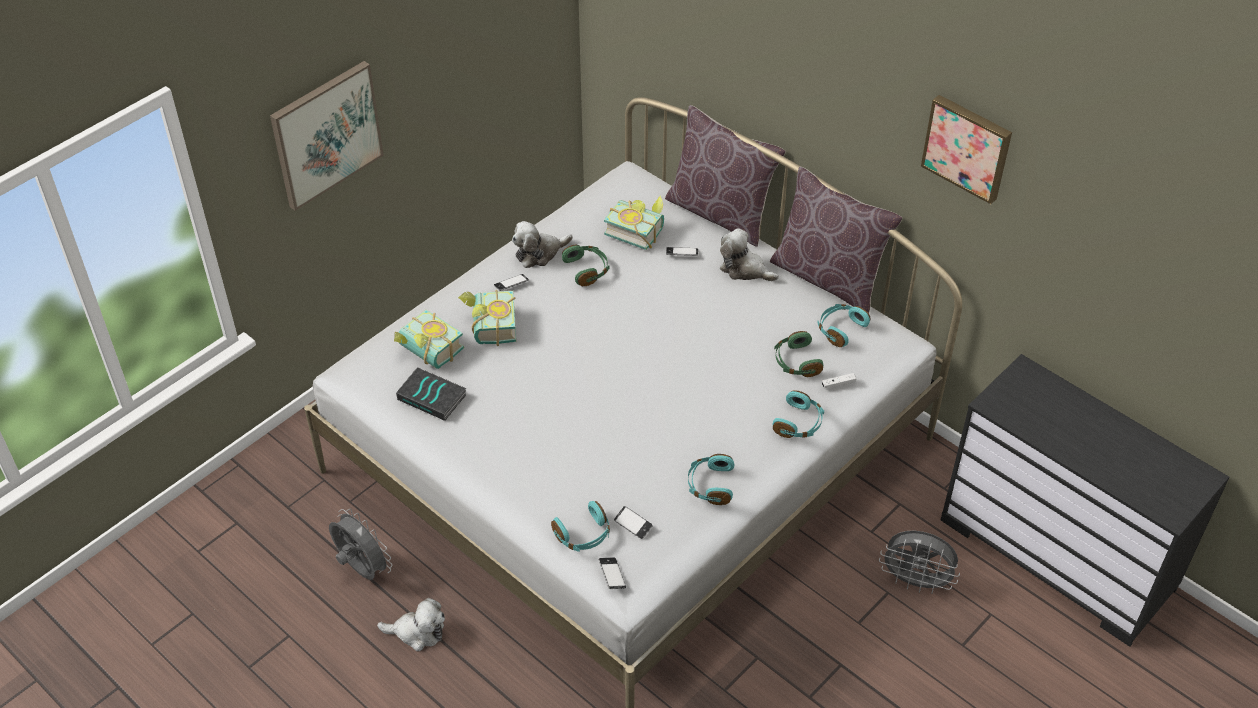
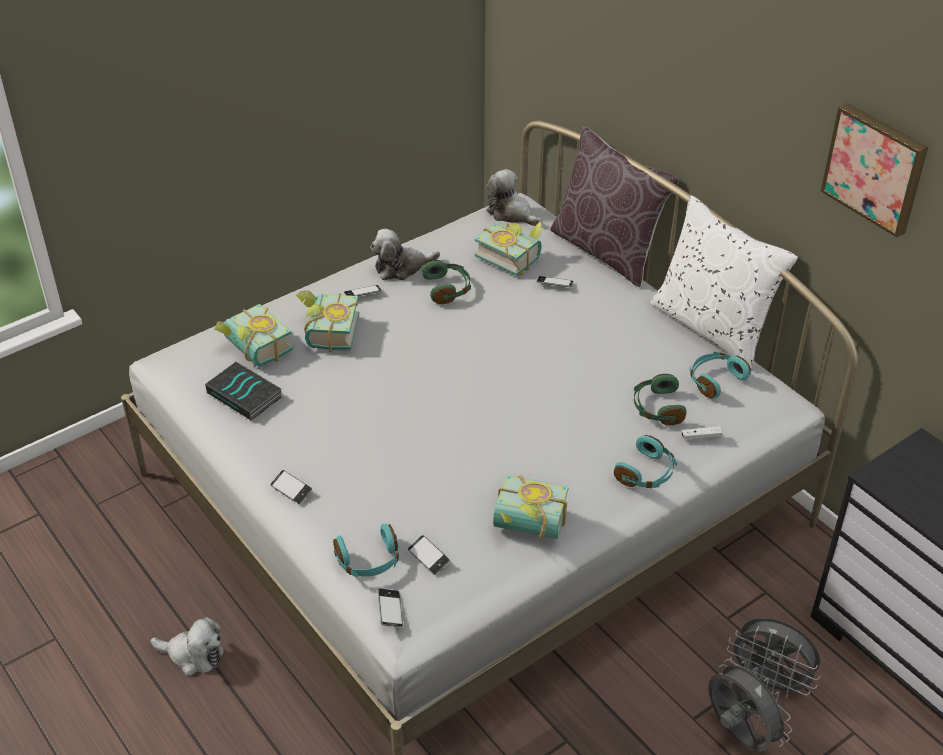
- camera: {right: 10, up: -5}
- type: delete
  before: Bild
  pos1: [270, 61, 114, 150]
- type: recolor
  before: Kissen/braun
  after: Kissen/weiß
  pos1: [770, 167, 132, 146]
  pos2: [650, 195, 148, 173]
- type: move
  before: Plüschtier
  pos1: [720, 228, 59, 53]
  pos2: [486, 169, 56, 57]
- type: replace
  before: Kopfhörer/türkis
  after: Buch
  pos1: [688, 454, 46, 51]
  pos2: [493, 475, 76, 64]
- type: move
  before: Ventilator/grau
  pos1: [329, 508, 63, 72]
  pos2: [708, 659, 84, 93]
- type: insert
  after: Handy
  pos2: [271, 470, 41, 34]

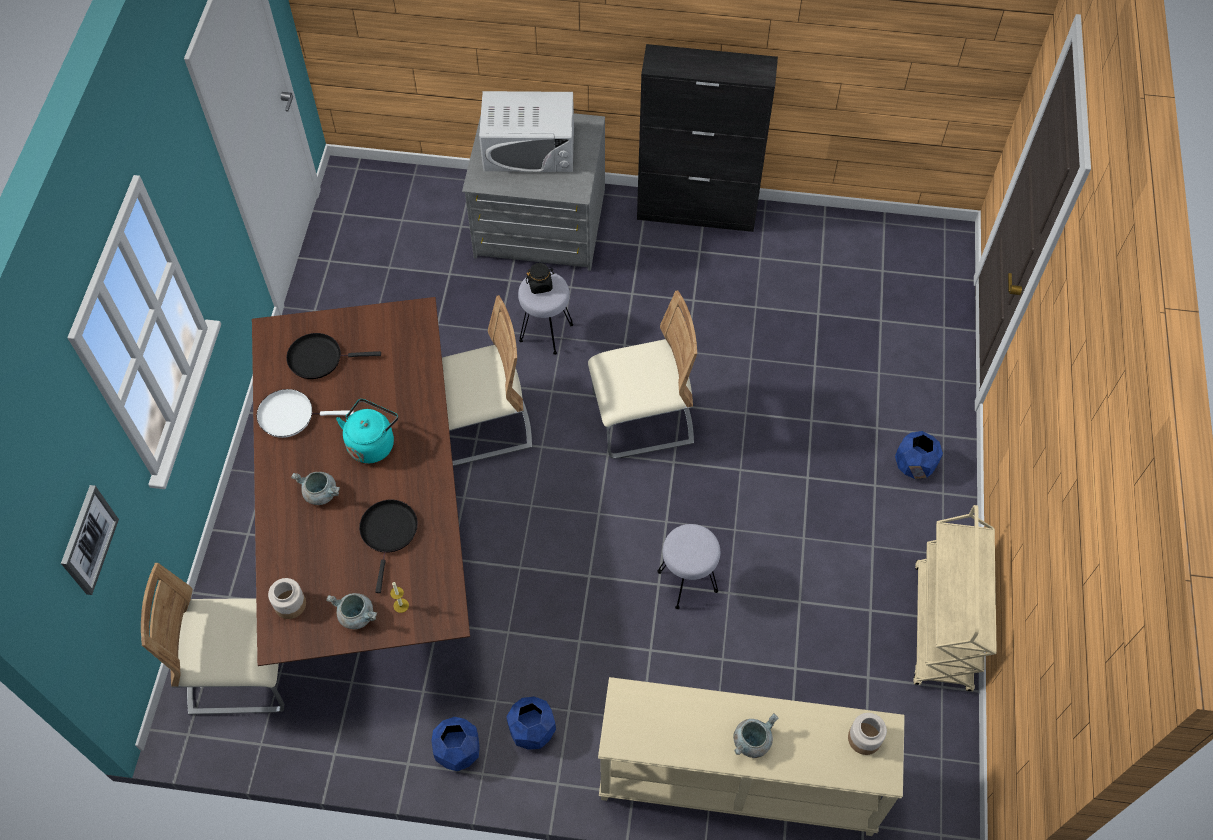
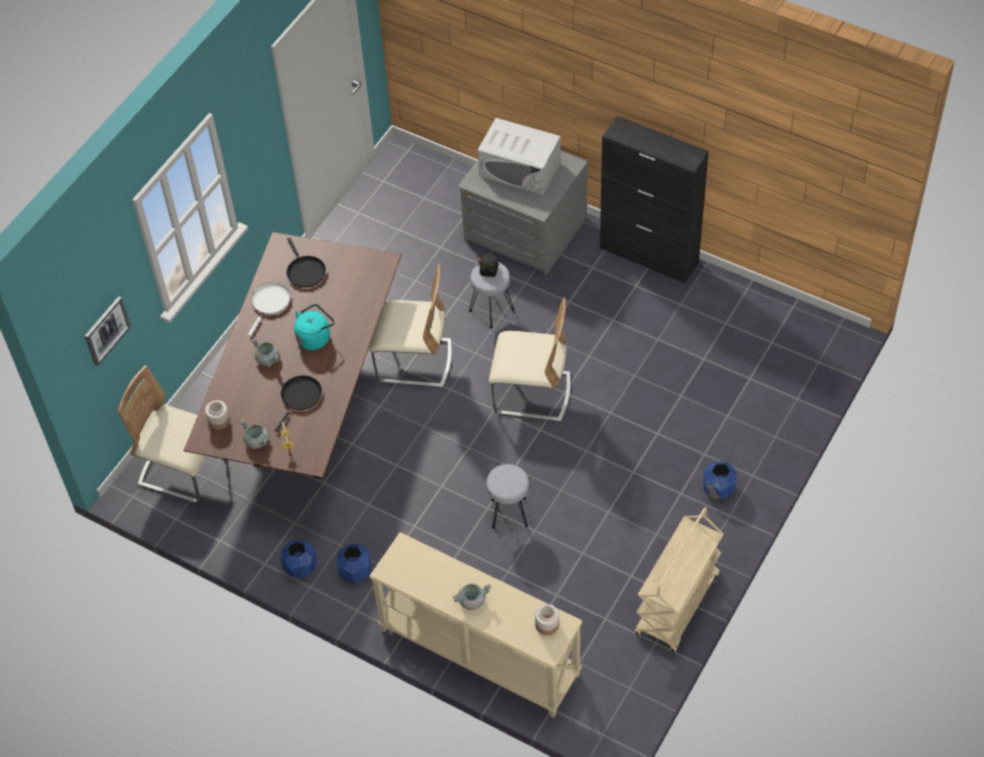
- camera: {right: 25, up: -5}
- type: rotate
  before: Pfanne/schwarz
  pos1: [286, 333, 95, 46]
  pos2: [287, 238, 39, 50]
  turn: -135
- type: rotate
  before: Pfanne/weiß
  pos1: [257, 389, 97, 49]
  pos2: [248, 282, 43, 54]
  turn: 90

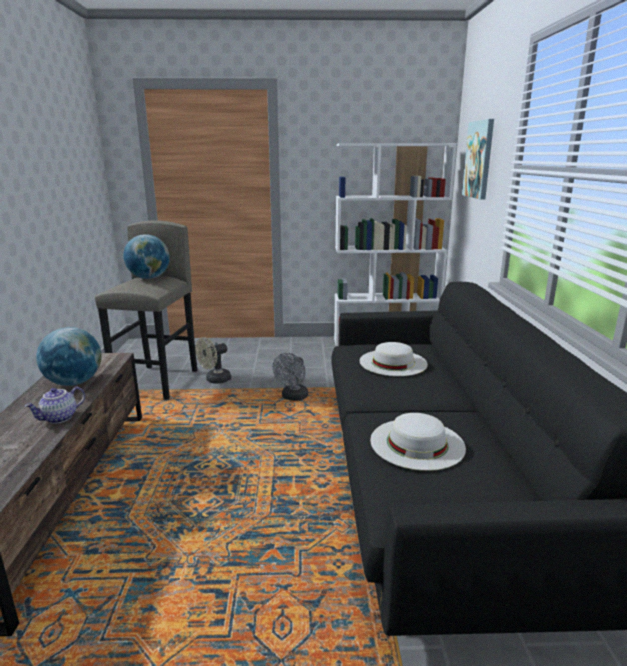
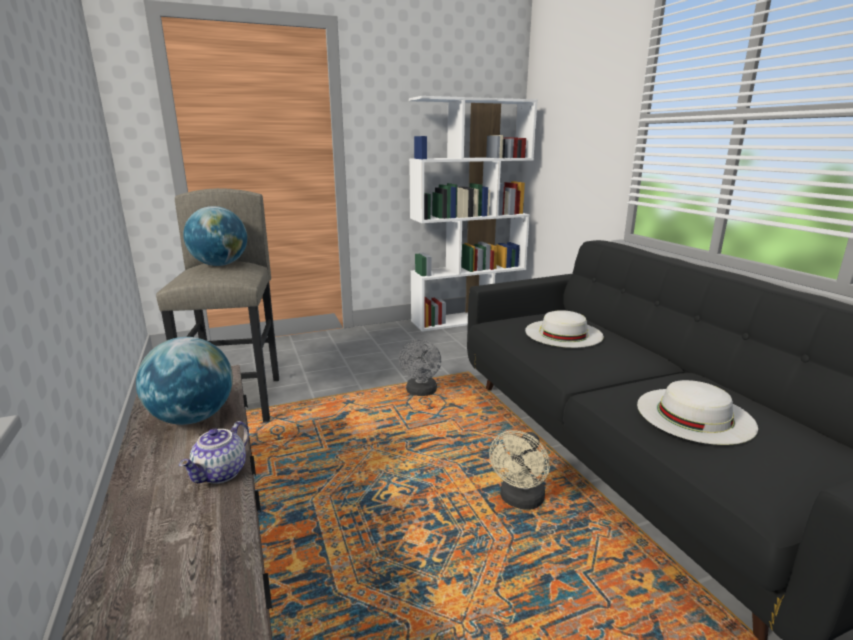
- camera: {right: -20, up: 0}
- type: delete
  before: Bild
  pos1: [462, 119, 32, 81]
- type: move
  before: Ventilator/beige
  pos1: [195, 337, 36, 47]
  pos2: [489, 430, 61, 80]

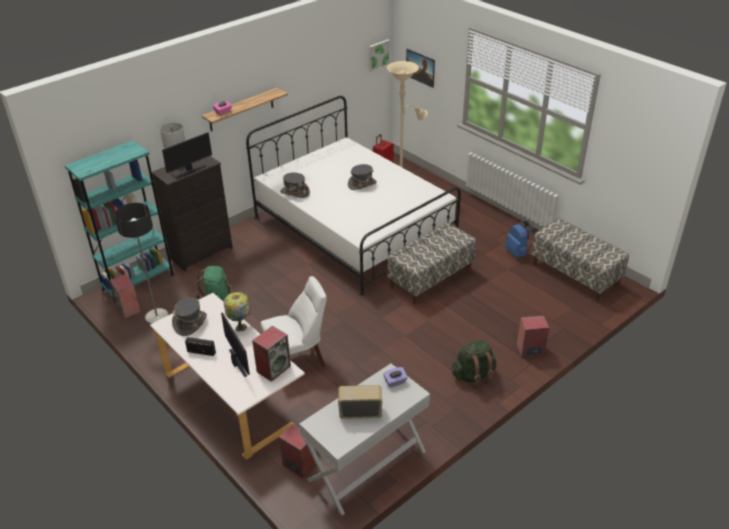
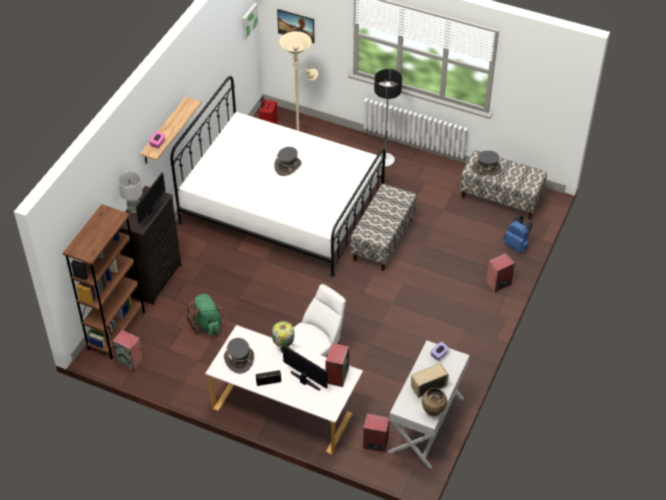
- camera: {right: -25, up: 10}
- type: recolor
  before: Bücherregal/türkis
  after: Bücherregal/braun
  pos1: [64, 140, 110, 163]
  pos2: [63, 204, 83, 155]
- type: move
  before: Hut/grau
  pos1: [280, 172, 30, 26]
  pos2: [472, 150, 30, 25]
- type: move
  before: Stehlampe
  pos1: [114, 203, 55, 122]
  pos2: [374, 69, 28, 99]
- type: move
  before: Rucksack/blau
  pos1: [505, 221, 31, 37]
  pos2: [503, 216, 29, 37]
- type: delete
  before: Rucksack/grün
  pos1: [452, 340, 44, 48]
- type: insert
  after: Vase/braun
  pos2: [422, 388, 25, 28]

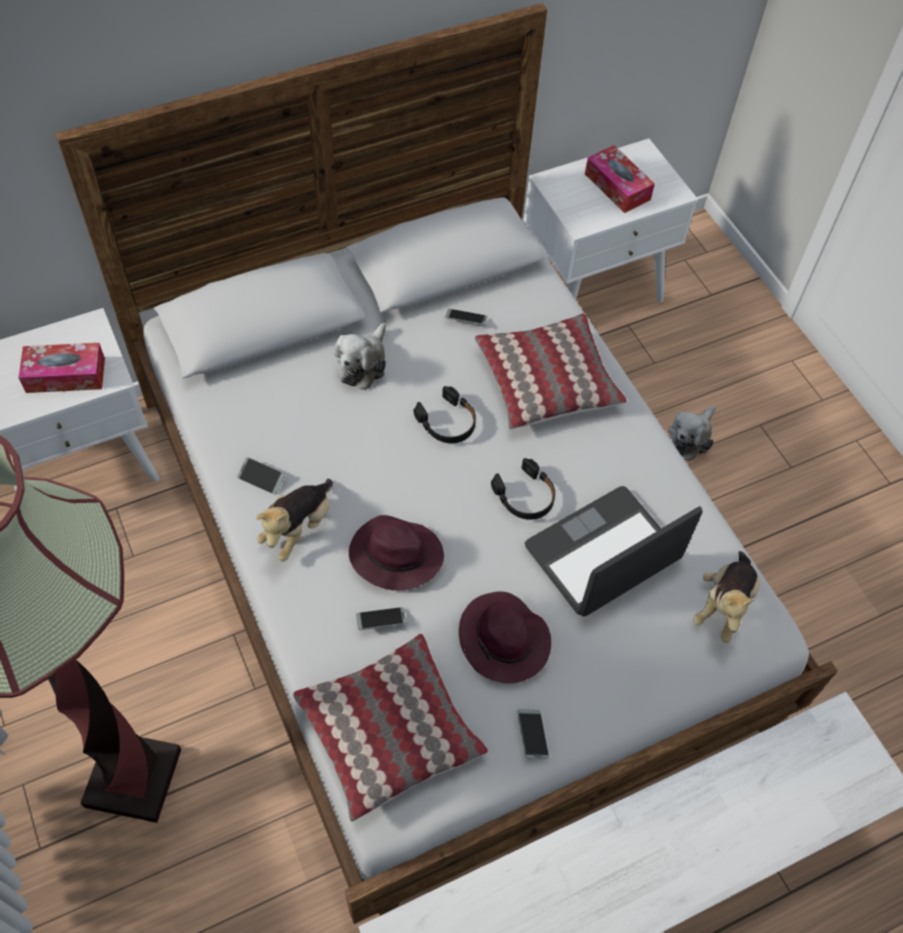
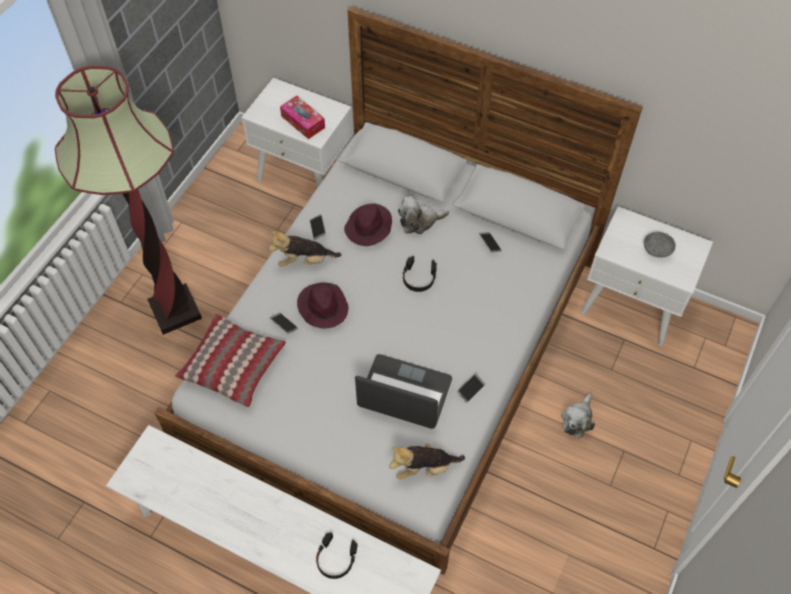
- camera: {right: 55, up: 0}
- type: replace
  before: Taschentuchbox
  after: Schüssel/grau
  pos1: [585, 145, 70, 68]
  pos2: [644, 232, 32, 26]
- type: delete
  before: Kissen
  pos1: [475, 313, 152, 116]
- type: rotate
  before: Plüschtier
  pos1: [668, 406, 48, 55]
  pos2: [561, 393, 34, 45]
  turn: -60
- type: move
  before: Kopfhörer/schwarz
  pos1: [491, 458, 64, 62]
  pos2: [316, 532, 42, 47]
- type: move
  before: Hut/lila
  pos1: [459, 592, 92, 91]
  pos2: [344, 203, 48, 43]
- type: move
  before: Handy
  pos1: [517, 709, 32, 50]
  pos2: [457, 373, 28, 30]

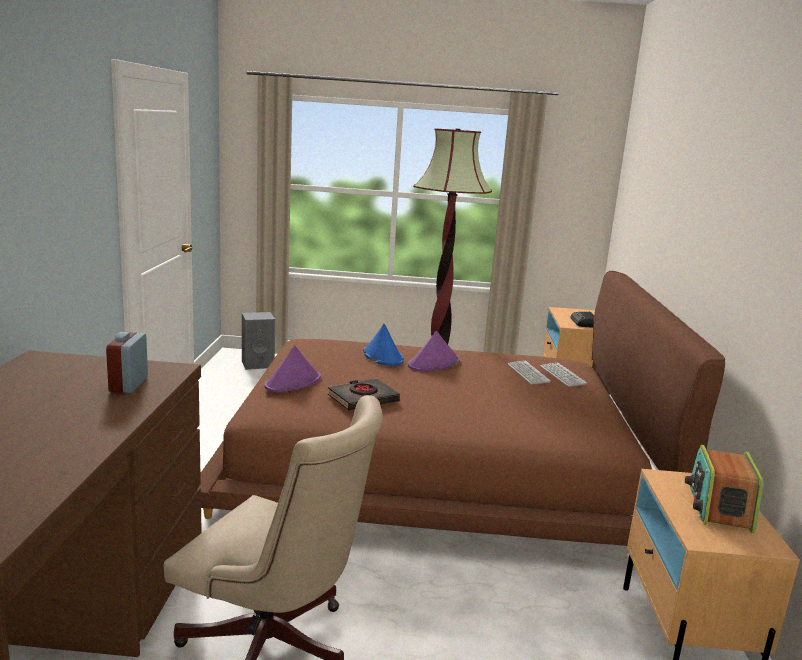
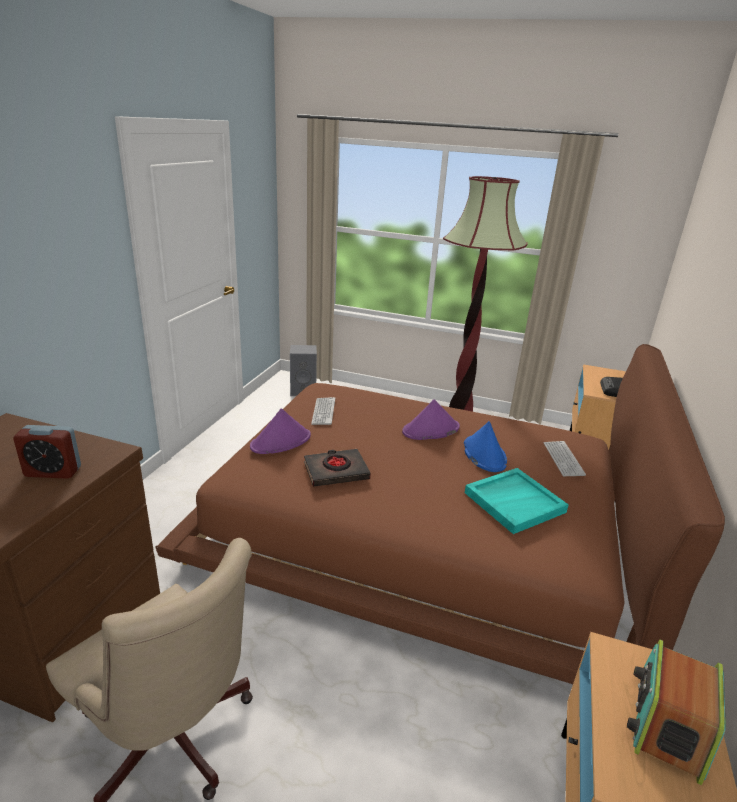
- camera: {right: 15, up: 10}
- type: move
  before: Hut/blau
  pos1: [363, 324, 41, 42]
  pos2: [464, 421, 43, 51]
- type: rotate
  before: Wecker
  pos1: [106, 332, 42, 61]
  pos2: [13, 425, 68, 54]
  turn: -105
- type: move
  before: Tastatur
  pos1: [507, 361, 44, 24]
  pos2: [311, 397, 24, 28]
- type: insert
  after: Tablett/türkis
  pos2: [465, 468, 104, 66]

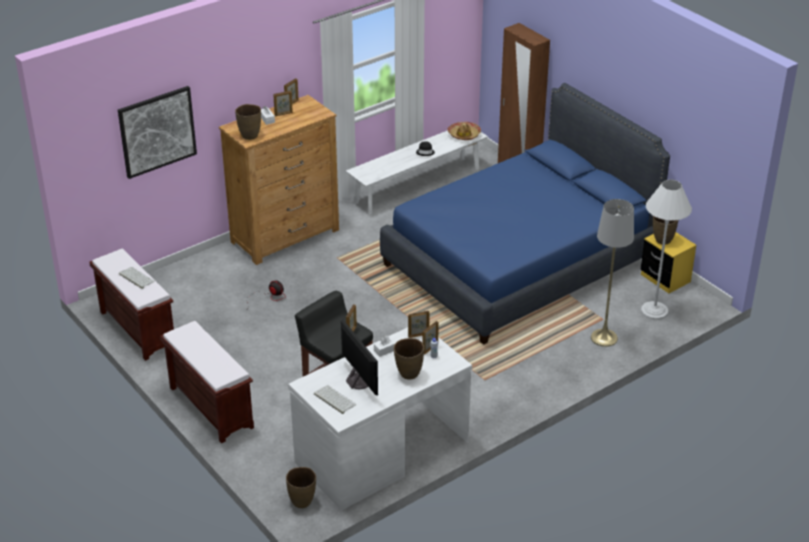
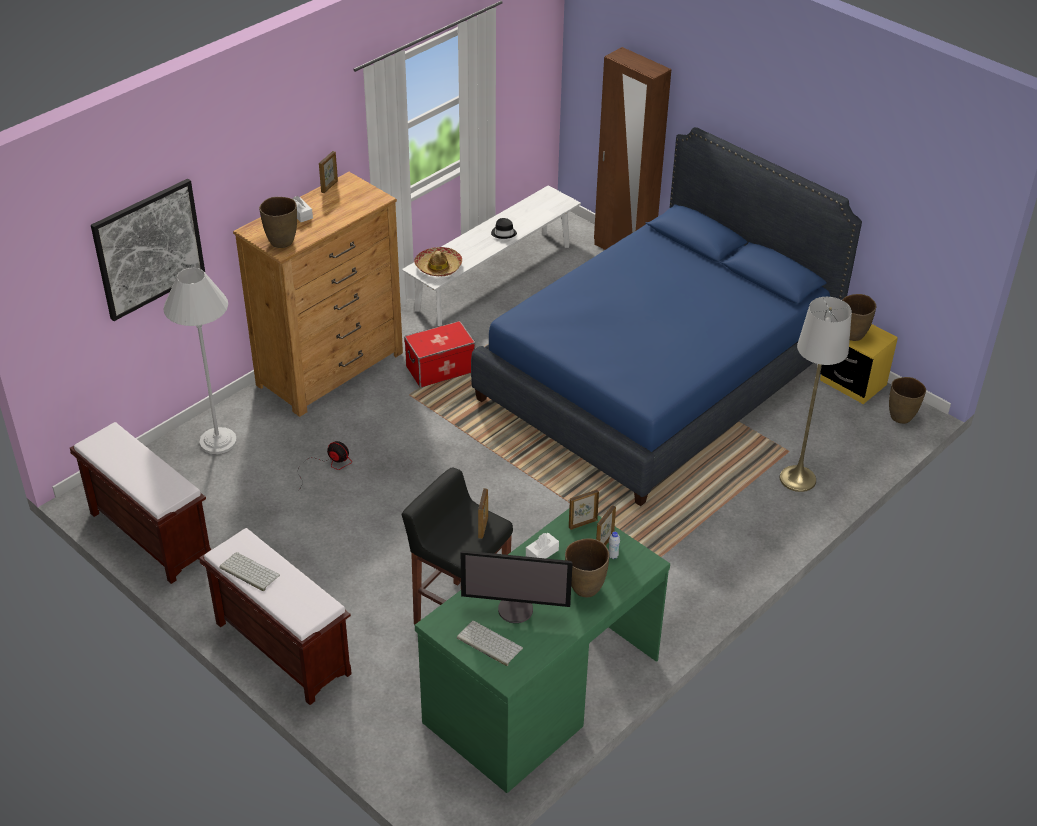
- camera: {right: -10, up: 5}
- type: delete
  before: Bilderrahmen
  pos1: [273, 91, 20, 25]
- type: move
  before: Hut
  pos1: [448, 122, 33, 18]
  pos2: [414, 247, 48, 29]
- type: move
  before: Stehlampe/weiß
  pos1: [641, 180, 51, 140]
  pos2: [164, 267, 73, 187]
- type: move
  before: Tastatur
  pos1: [119, 267, 36, 22]
  pos2: [219, 552, 61, 39]
- type: rotate
  before: Monitor
  pos1: [341, 319, 37, 76]
  pos2: [460, 551, 113, 72]
  turn: 135
- type: recolor
  before: Schreibtisch/weiß
  after: Schreibtisch/grün
  pos1: [288, 327, 184, 183]
  pos2: [415, 509, 255, 284]
- type: move
  before: Vase/braun
  pos1: [286, 467, 30, 41]
  pos2: [889, 377, 37, 47]
- type: insert
  after: Aufbewahrungsbox
  pos2: [404, 321, 71, 67]

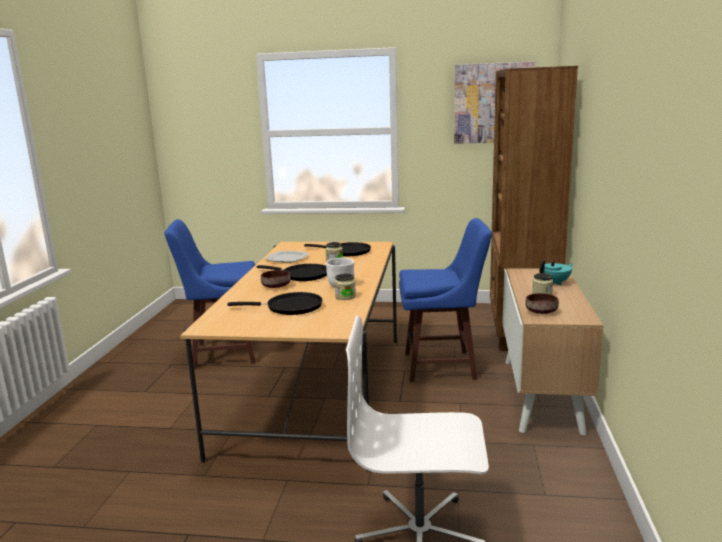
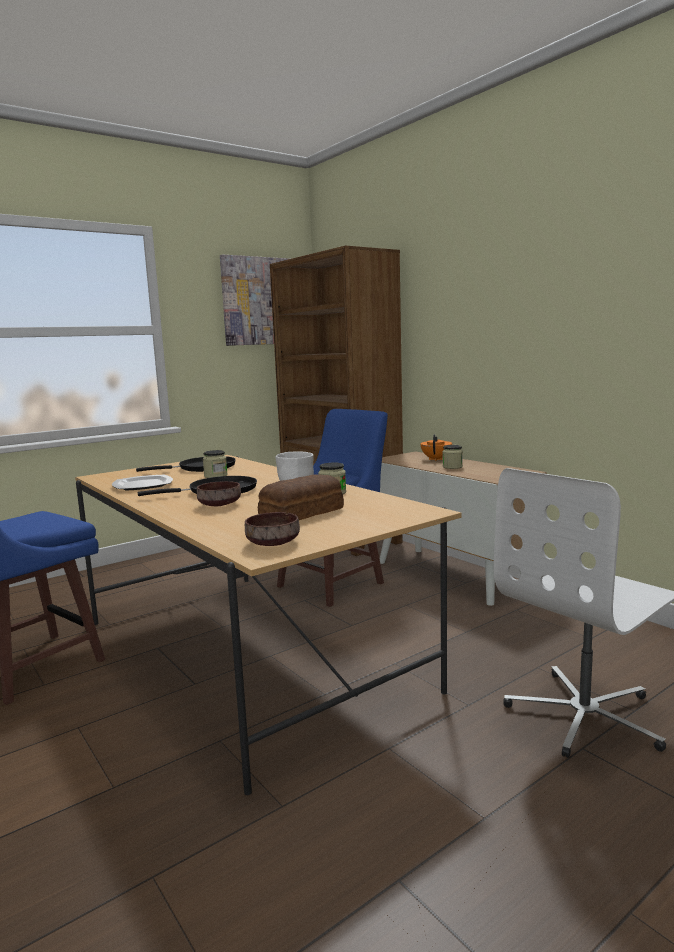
- camera: {right: -45, up: -5}
- type: recolor
  before: Teekanne/türkis
  after: Teekanne/orange
  pos1: [540, 260, 33, 25]
  pos2: [421, 434, 31, 27]
- type: replace
  before: Pfanne/schwarz
  after: Brot
  pos1: [227, 292, 96, 23]
  pos2: [258, 474, 86, 46]
- type: move
  before: Schüssel/braun
  pos1: [525, 293, 34, 21]
  pos2: [245, 512, 55, 34]

